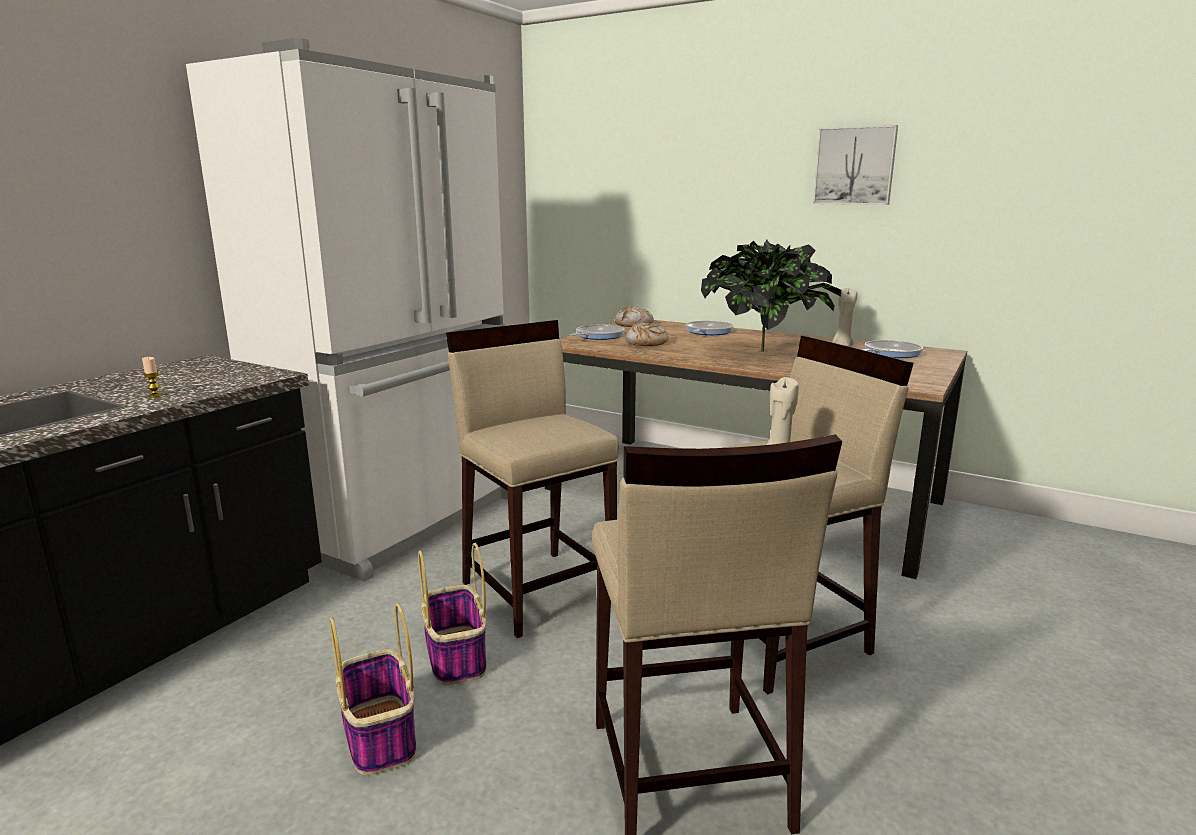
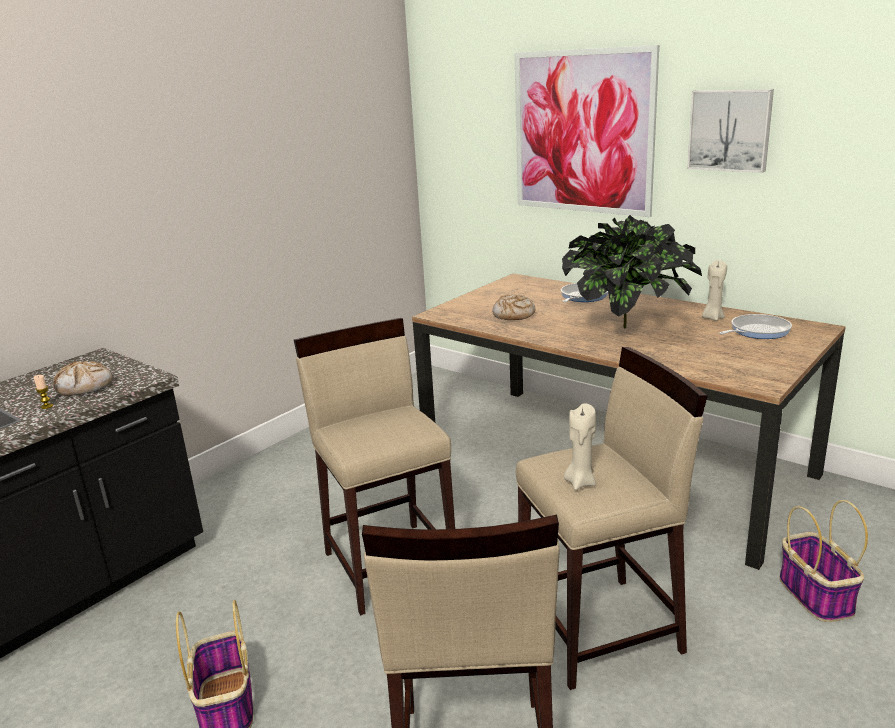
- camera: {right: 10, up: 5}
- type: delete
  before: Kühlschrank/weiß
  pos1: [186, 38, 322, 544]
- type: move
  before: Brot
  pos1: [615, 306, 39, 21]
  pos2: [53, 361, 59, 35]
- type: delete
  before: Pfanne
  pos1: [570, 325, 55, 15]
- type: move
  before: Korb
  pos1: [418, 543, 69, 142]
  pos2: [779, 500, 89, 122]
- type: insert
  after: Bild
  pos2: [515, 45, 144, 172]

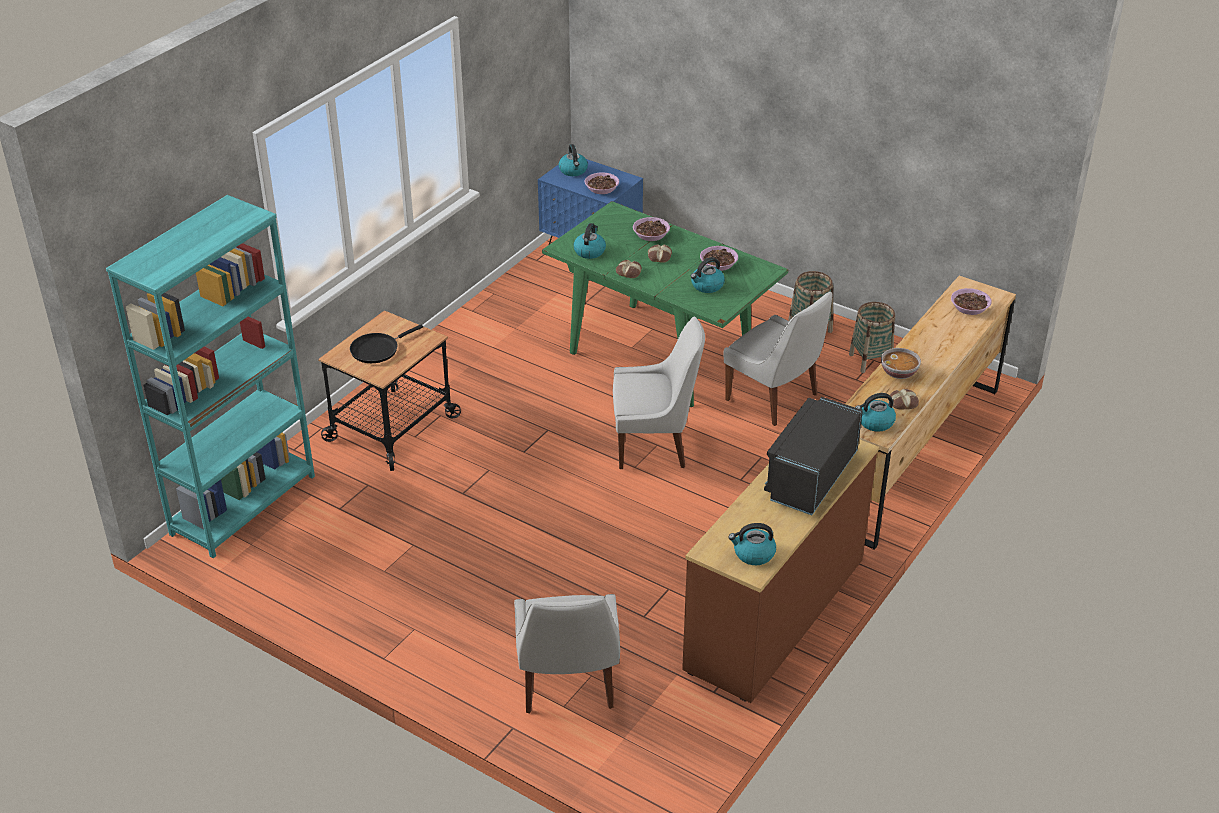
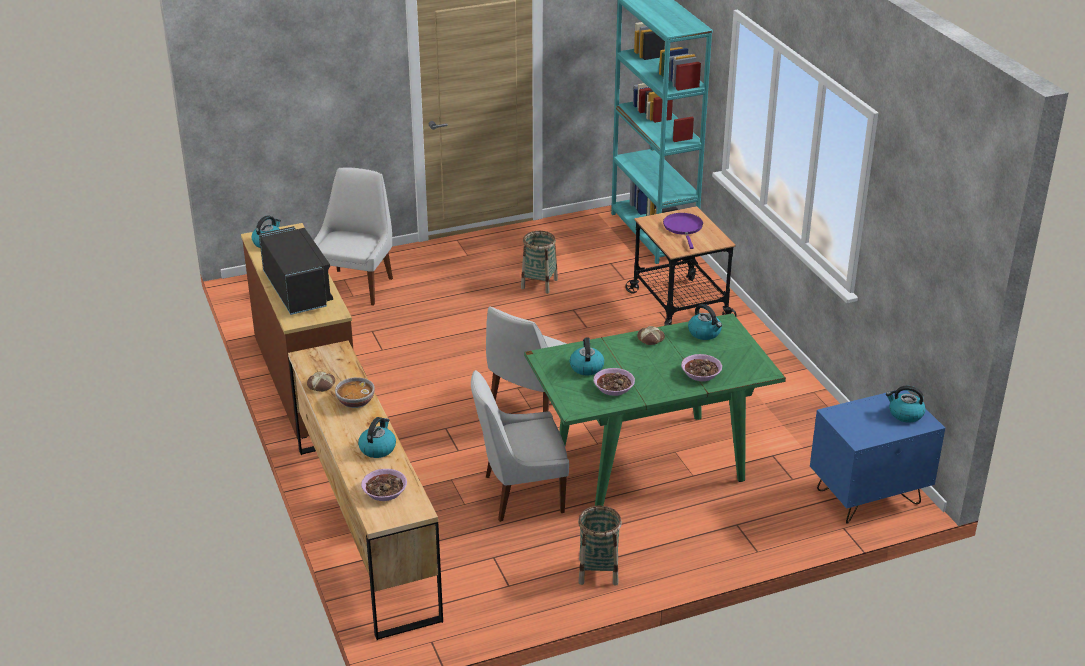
- camera: {right: 125, up: -5}
- type: delete
  before: Schüssel
  pos1: [584, 172, 35, 22]
- type: delete
  before: Brot
  pos1: [648, 244, 24, 19]
- type: move
  before: Korb
  pos1: [849, 302, 46, 71]
  pos2: [521, 231, 37, 63]
- type: recolor
  before: Pfanne/schwarz
  after: Pfanne/lila
  pos1: [350, 325, 73, 38]
  pos2: [663, 213, 40, 36]
- type: move
  before: Wasserkessel
  pos1: [855, 393, 41, 39]
  pos2: [358, 417, 38, 41]
- type: rotate
  before: Stuhl/weiß
  pos1: [514, 594, 106, 119]
  pos2: [314, 168, 79, 137]
  turn: 75

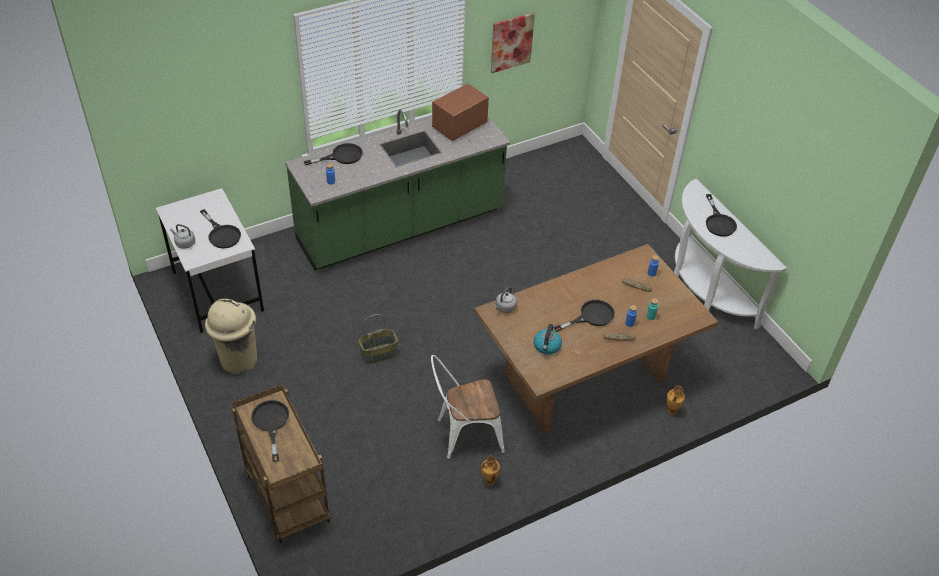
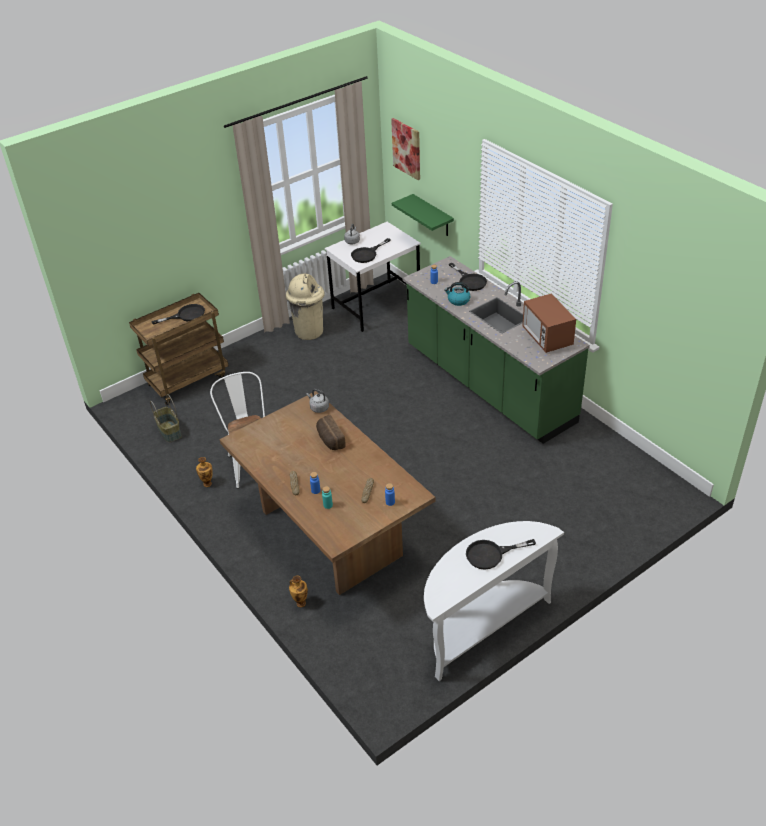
- camera: {right: 85, up: -5}
- type: move
  before: Bild
  pos1: [491, 13, 44, 60]
  pos2: [391, 118, 29, 62]
- type: rotate
  before: Mikrowelle
  pos1: [432, 83, 57, 58]
  pos2: [522, 293, 54, 60]
  turn: -150
- type: delete
  before: Pfanne/schwarz
  pos1: [553, 300, 62, 32]
- type: move
  before: Korb
  pos1: [359, 314, 39, 50]
  pos2: [150, 394, 32, 49]
- type: move
  before: Wasserkessel
  pos1: [534, 324, 28, 31]
  pos2: [444, 282, 27, 24]
- type: insert
  after: Wandregal/grün
  pos2: [392, 194, 62, 42]
- type: insert
  after: Brot
  pos2: [316, 415, 30, 35]

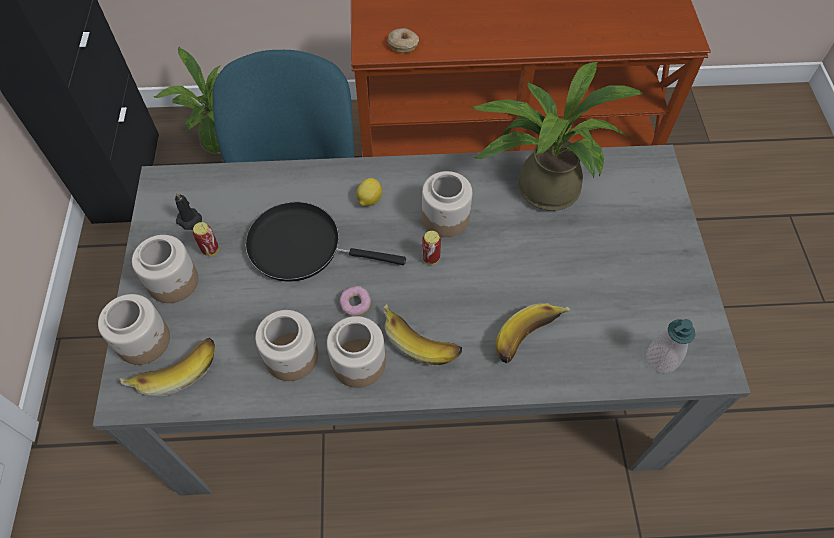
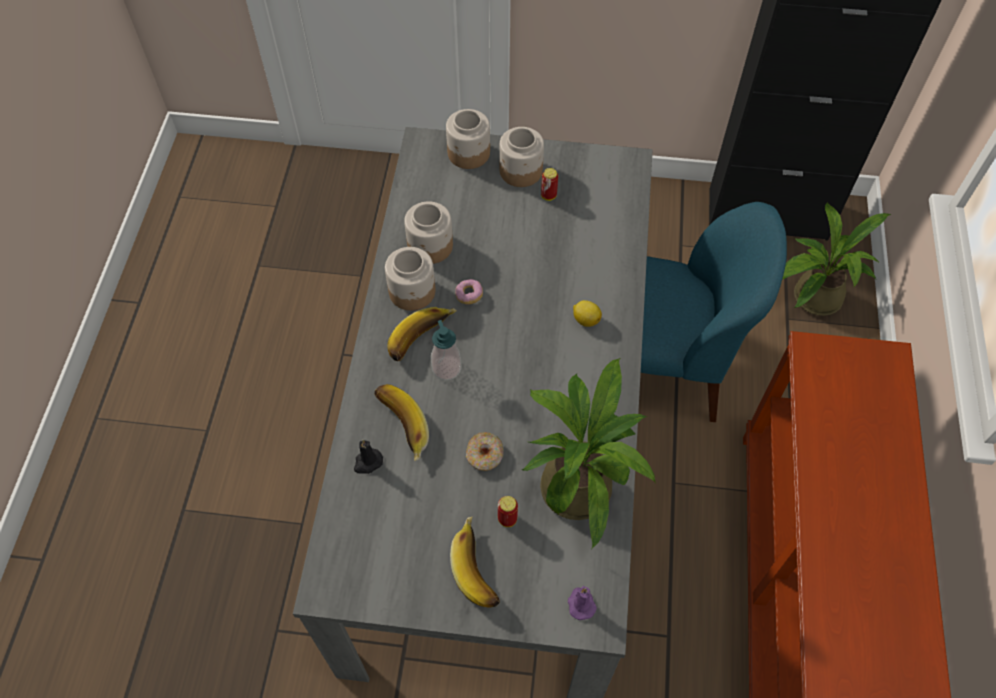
- camera: {right: 100, up: 0}
- type: move
  before: Donut
  pos1: [387, 28, 32, 25]
  pos2: [466, 432, 38, 39]
- type: delete
  before: Vorratsglas
  pos1: [422, 171, 50, 66]
- type: move
  before: Kerze/schwarz
  pos1: [175, 192, 27, 38]
  pos2: [354, 440, 29, 34]
- type: delete
  before: Pfanne/schwarz
  pos1: [245, 202, 161, 80]
- type: move
  before: Dose
  pos1: [422, 231, 19, 34]
  pos2: [498, 496, 20, 31]
- type: move
  before: Seifenspender
  pos1: [646, 319, 49, 54]
  pos2: [431, 320, 31, 60]
- type: move
  before: Banane
  pos1: [120, 338, 95, 59]
  pos2: [450, 516, 50, 92]
- type: insert
  after: Kerze/lila
  pos2: [568, 586, 29, 34]

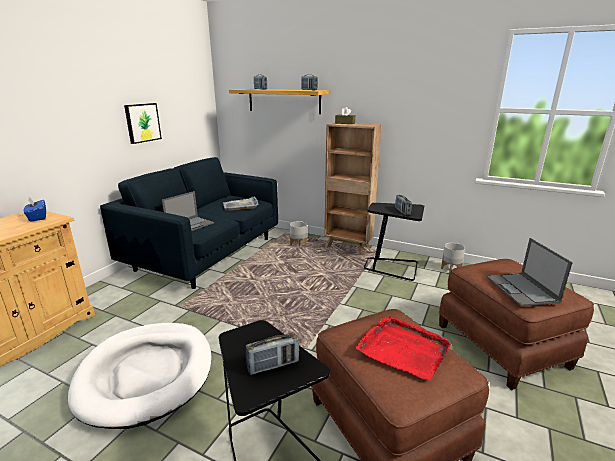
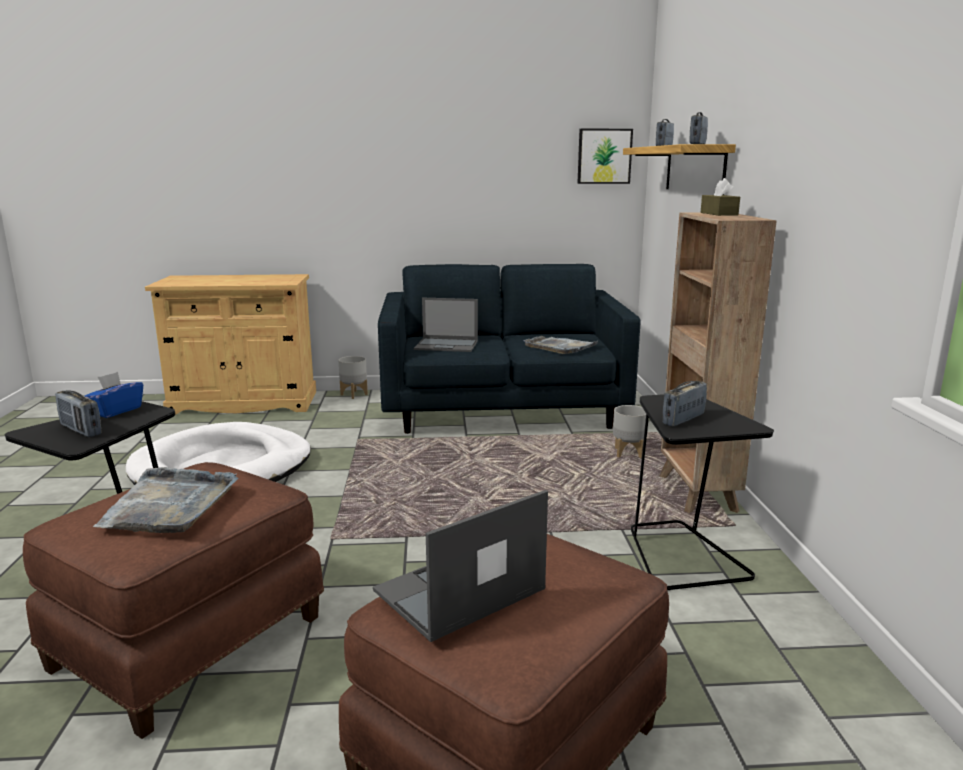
- camera: {right: 60, up: -5}
- type: move
  before: Bild
  pos1: [124, 103, 38, 41]
  pos2: [577, 129, 56, 55]
- type: move
  before: Taschentuchbox/blau
  pos1: [24, 197, 22, 25]
  pos2: [85, 372, 58, 46]
- type: move
  before: Pflanzkübel/grau
  pos1: [441, 243, 24, 31]
  pos2: [339, 356, 29, 43]
- type: recolor
  before: Tablett/rot
  after: Tablett/grau
  pos1: [356, 315, 95, 66]
  pos2: [93, 467, 145, 66]

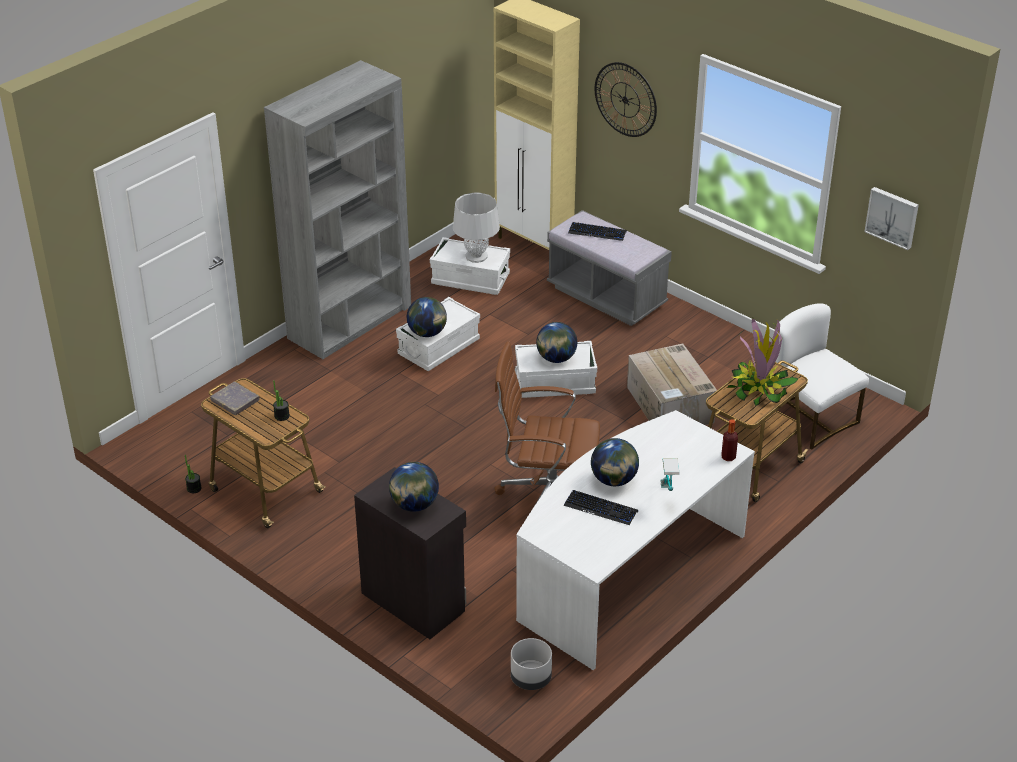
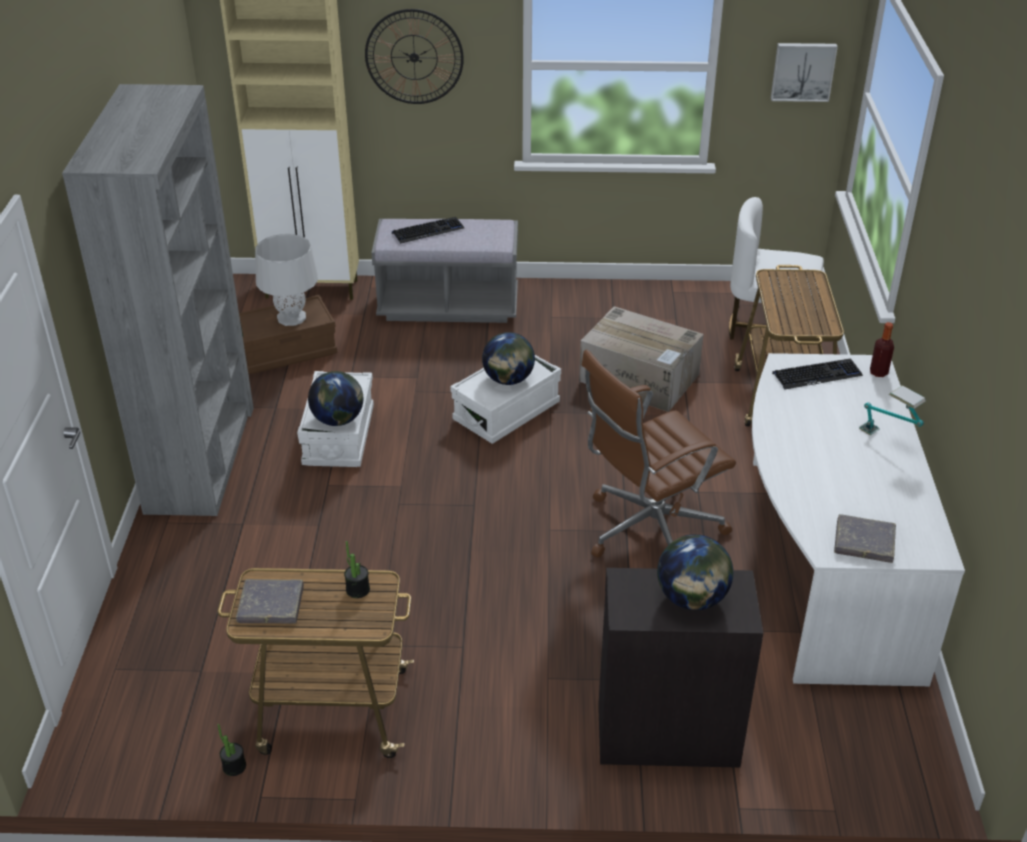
- camera: {right: -40, up: 0}
- type: recolor
  before: Aufbewahrungsbox/weiß
  after: Aufbewahrungsbox/braun
  pos1: [430, 237, 80, 58]
  pos2: [239, 295, 98, 79]
- type: delete
  before: Topfpflanze
  pos1: [725, 318, 74, 89]
- type: delete
  before: Globus
  pos1: [591, 438, 48, 48]
- type: move
  before: Tastatur
  pos1: [564, 490, 74, 35]
  pos2: [772, 358, 91, 32]
- type: delete
  before: Pflanzkübel/grau
  pos1: [511, 638, 41, 52]
- type: insert
  after: Buch/grau
  pos2: [834, 514, 62, 49]

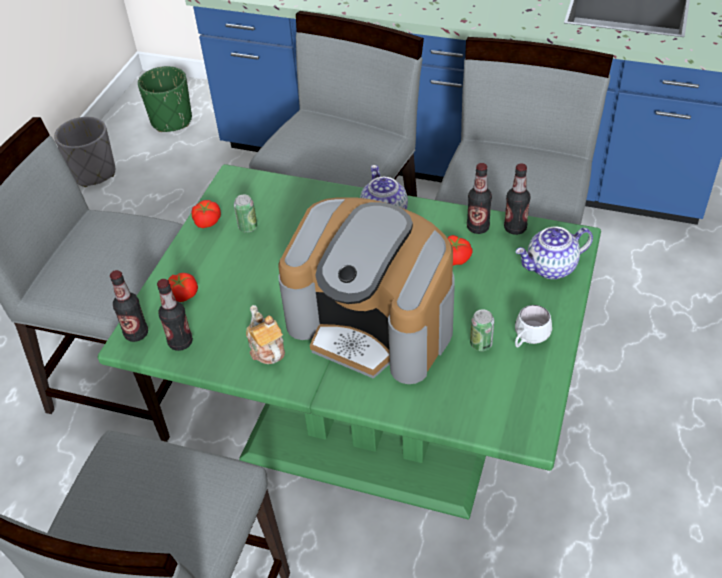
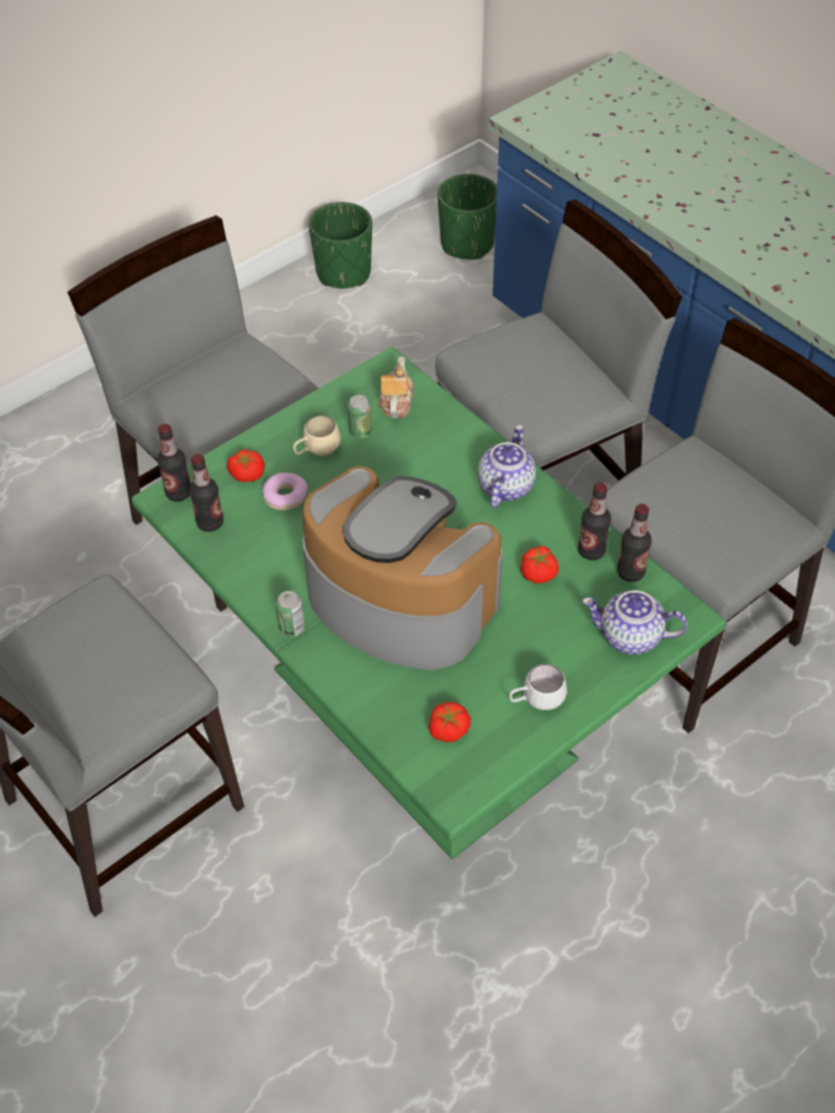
- camera: {right: 30, up: 5}
- type: recolor
  before: Pflanzkübel/grau
  after: Pflanzkübel/grün
  pos1: [54, 117, 61, 70]
  pos2: [309, 202, 63, 87]
- type: rotate
  before: Kaffeemaschine
  pos1: [279, 197, 176, 187]
  pos2: [302, 466, 201, 204]
  turn: 150
- type: move
  before: Tomate
  pos1: [191, 200, 30, 28]
  pos2: [429, 702, 42, 40]
- type: move
  before: Teekanne
  pos1: [246, 305, 39, 59]
  pos2: [378, 357, 35, 61]
- type: move
  before: Dose
  pos1: [470, 309, 24, 42]
  pos2: [276, 591, 29, 46]
- type: insert
  after: Henkelbecher/beige
  pos2: [293, 416, 48, 40]
- type: insert
  after: Donut
  pos2: [262, 473, 46, 37]

